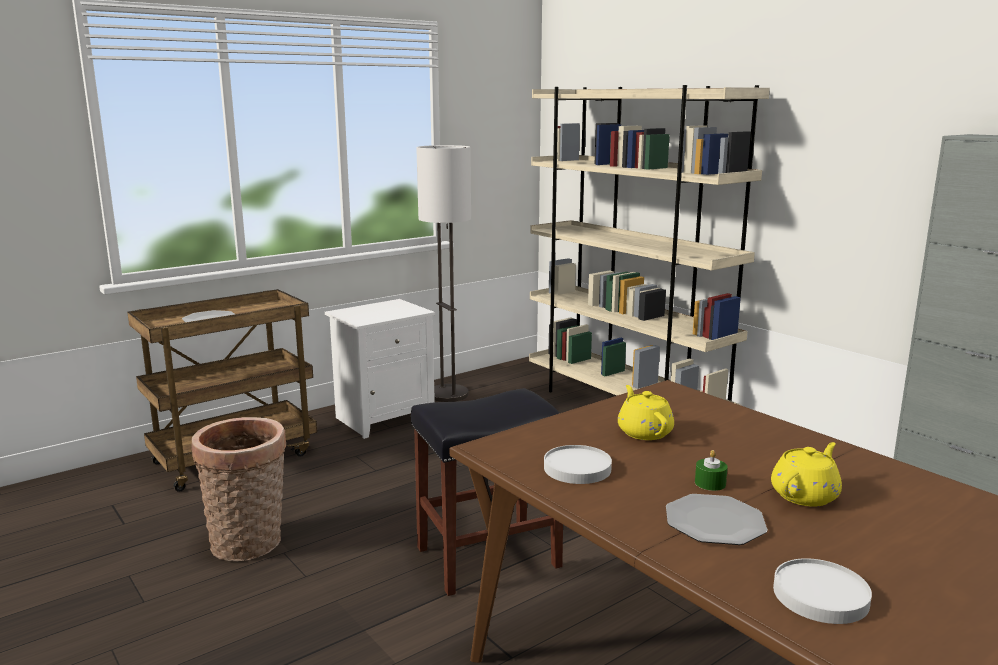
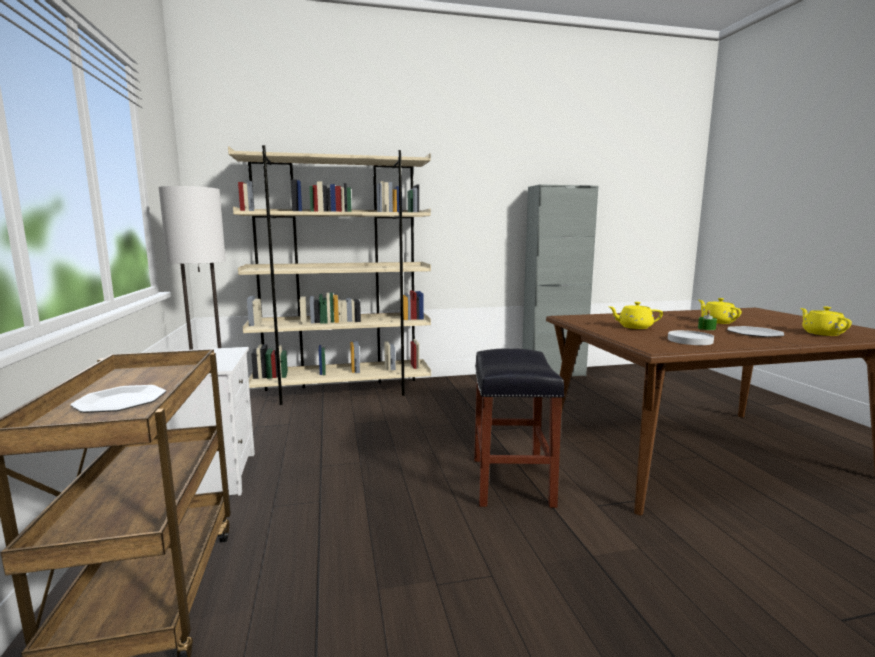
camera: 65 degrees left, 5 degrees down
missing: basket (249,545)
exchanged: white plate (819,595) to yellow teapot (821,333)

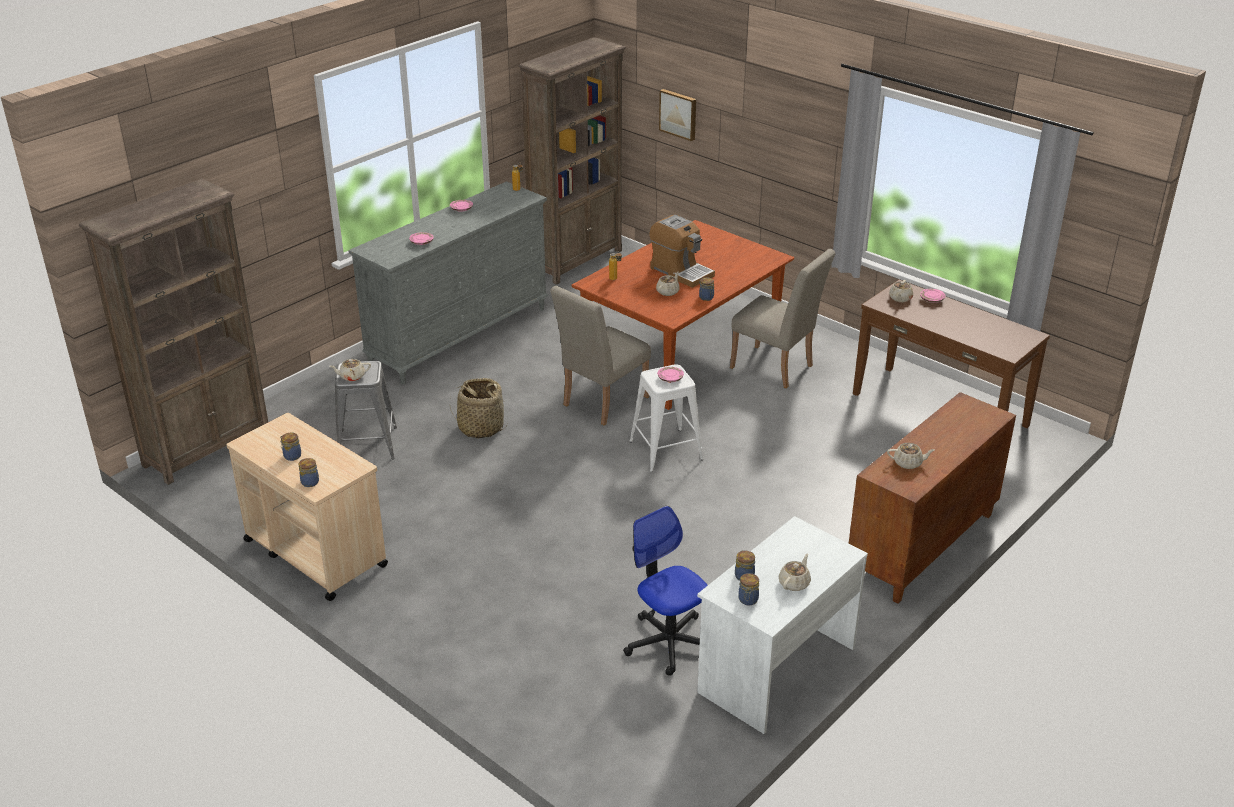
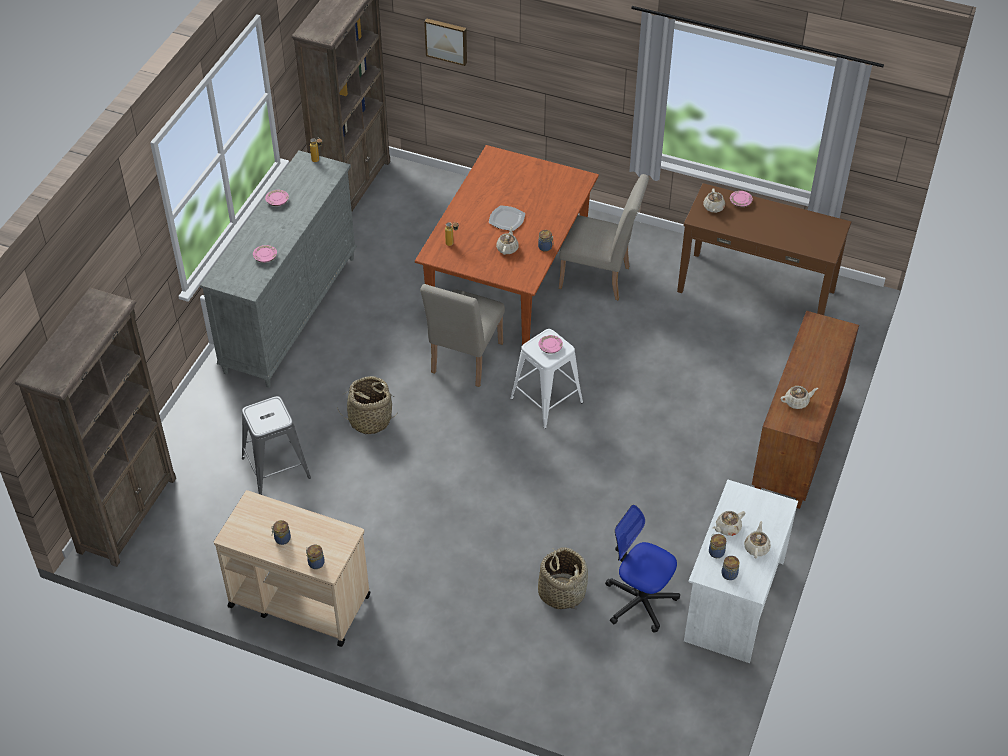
camera: 20 degrees left, 15 degrees up
appeared: basket (561,592)
relocated: beige teapot (352,376) to (727,528)
exchanged: coffee machine (681,272) to plate (506,219)

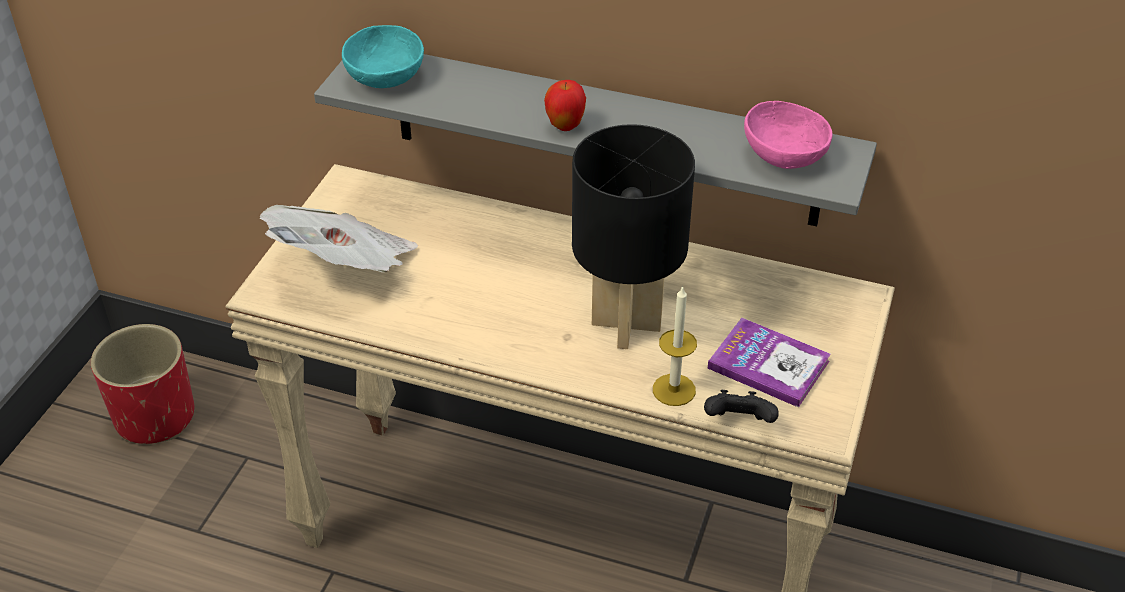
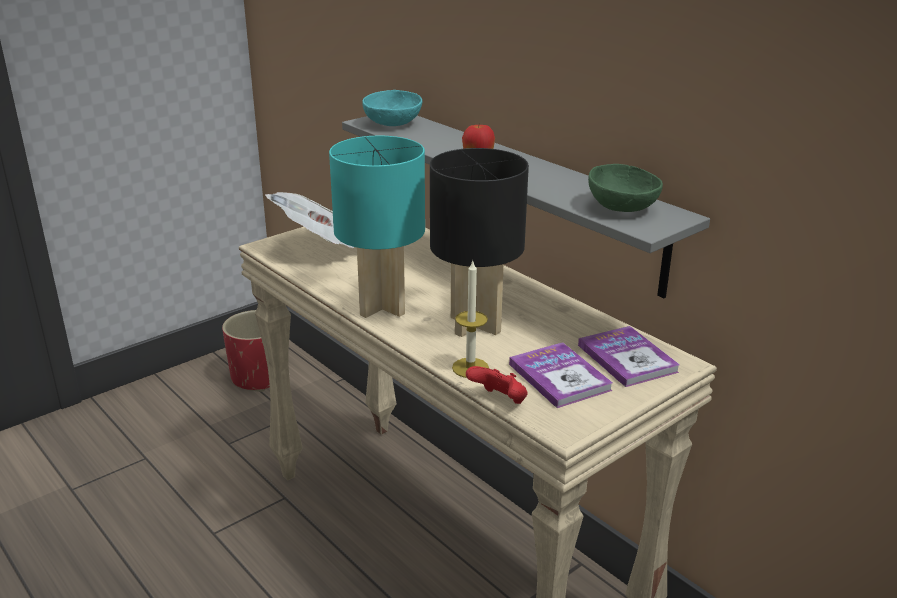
camera: 30 degrees right, 15 degrees down
appeared: turquoise table lamp (383,307); book (627,358)
colour: black game controller (739,422) to red game controller (499,401); pink bowl (785,155) to green bowl (623,207)

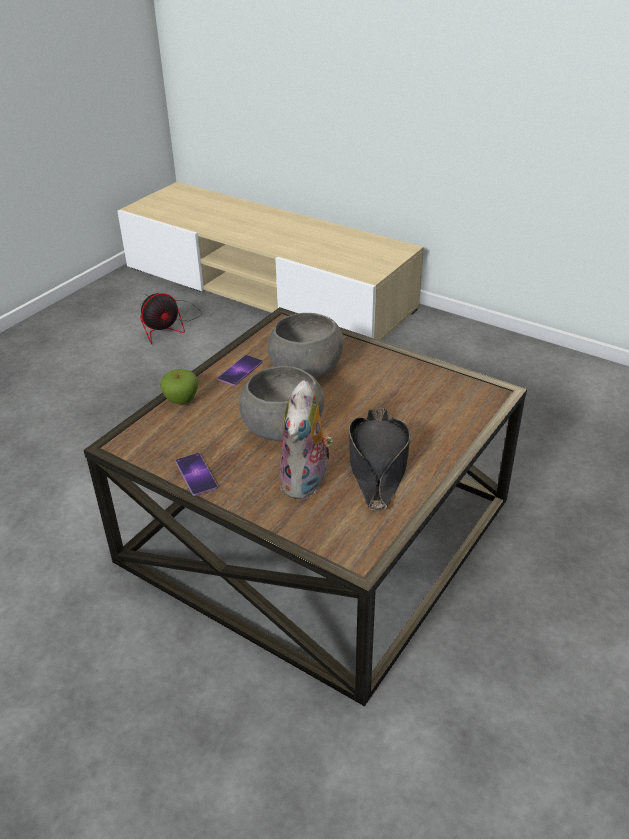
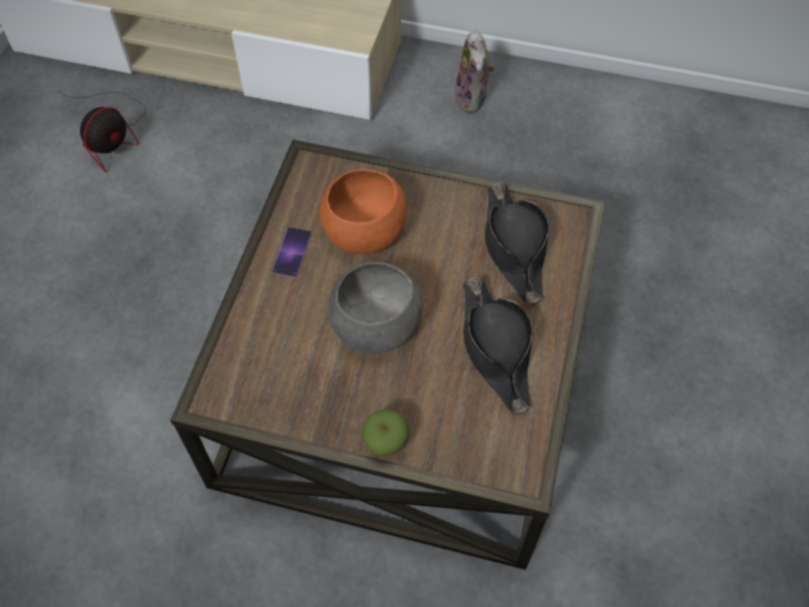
camera: 20 degrees left, 20 degrees up
missing: phone (196,474)
appeared: black hat (514,248)
relocated: apple (181,401) to (385,443); plush toy (306,483) to (473,99)
colour: grey bowl (305,368) to orange bowl (363,230)

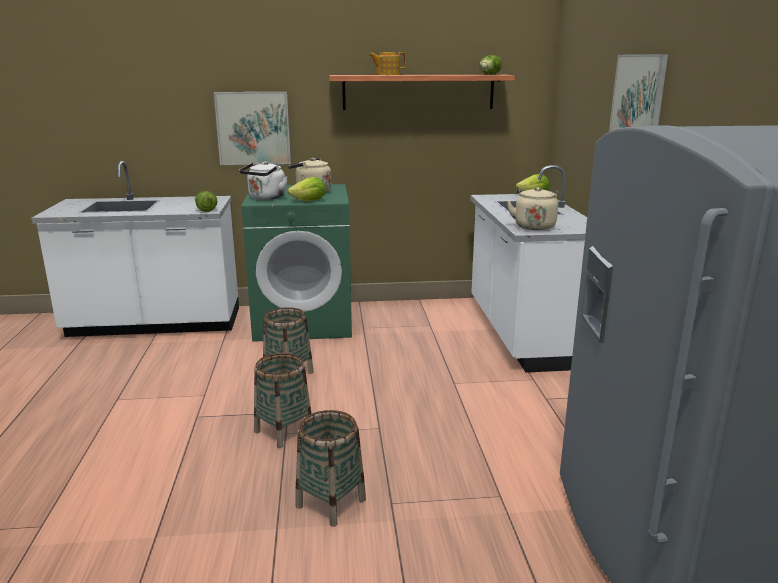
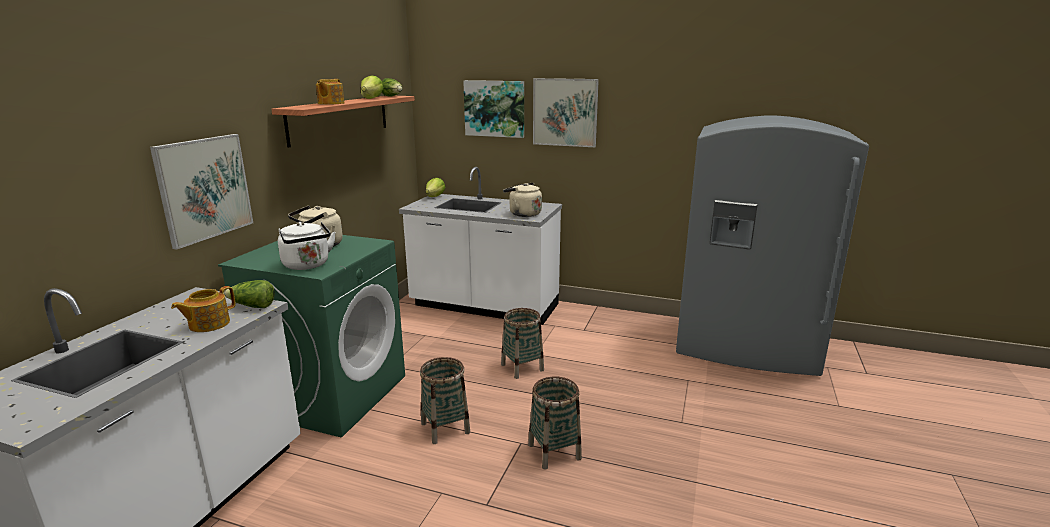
camera: 65 degrees left, 0 degrees up
appeared: teapot (208,324); picture (494,108)
relocated: lettuce (309,201) to (372,98); basket (331,503) to (522,367)

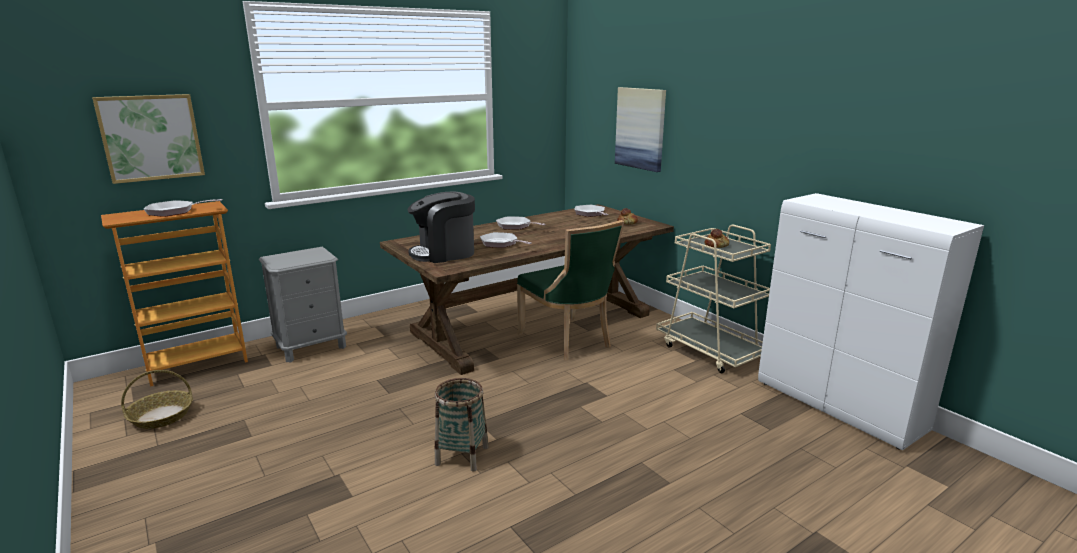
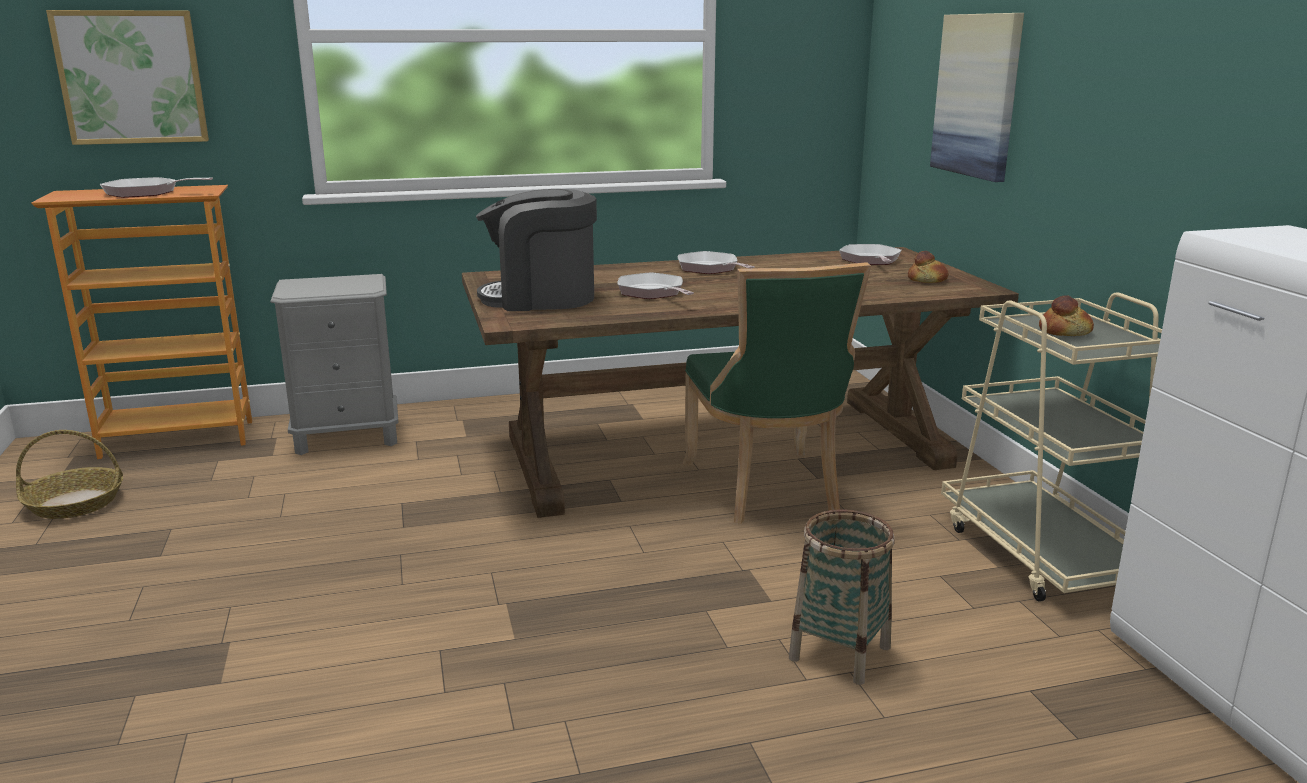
camera: 20 degrees right, 0 degrees up
relocated: basket (462,455) to (839,652)

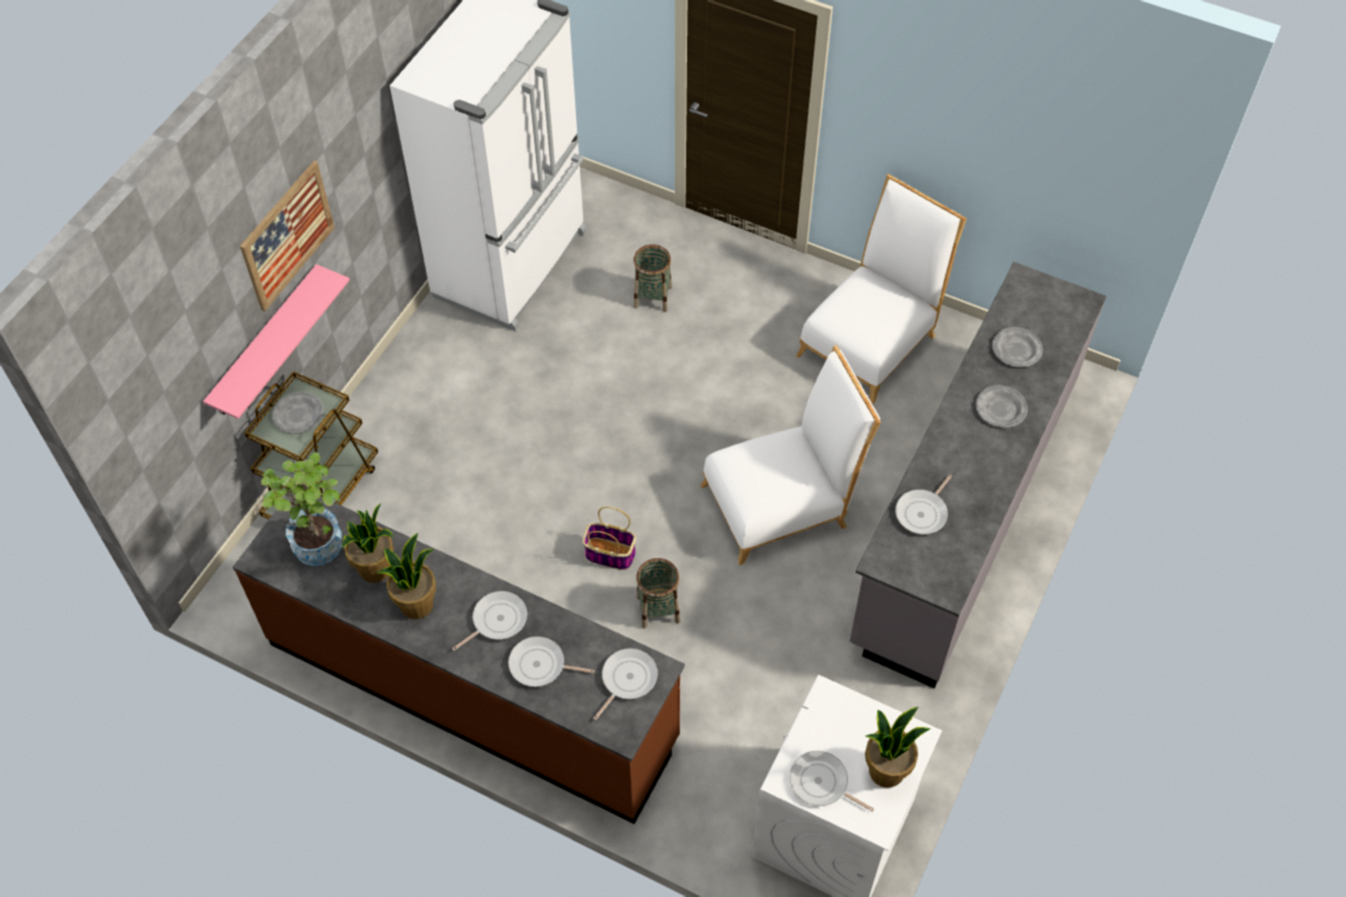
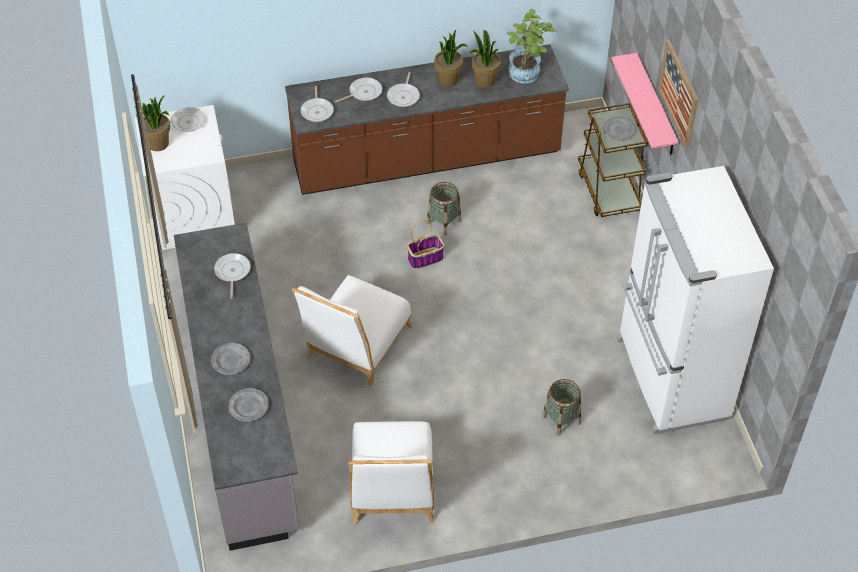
camera: 140 degrees right, 5 degrees down
relocated: basket (658,609) to (444,222)

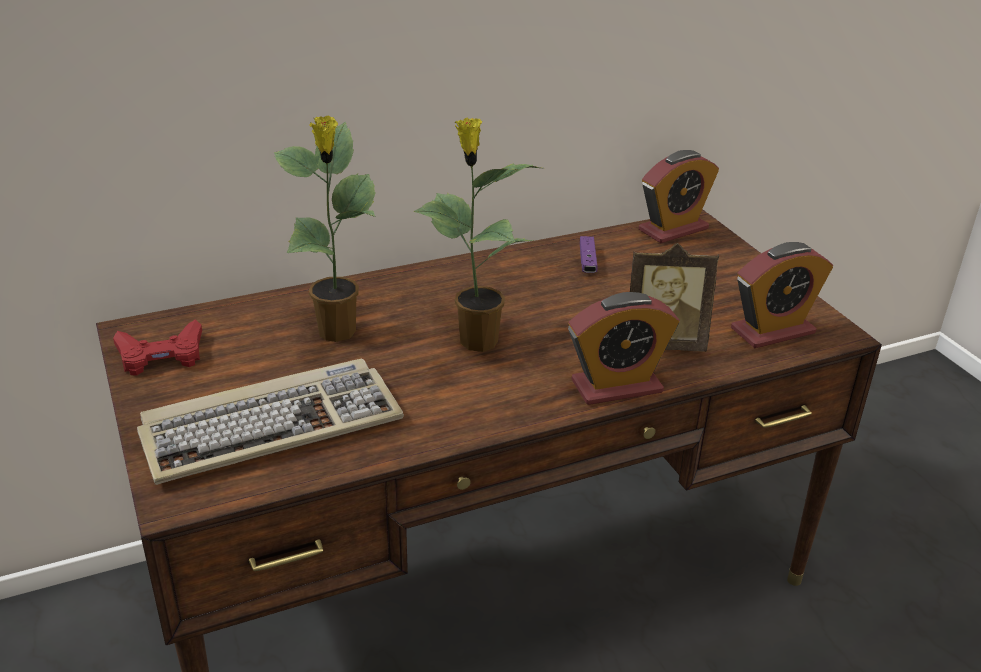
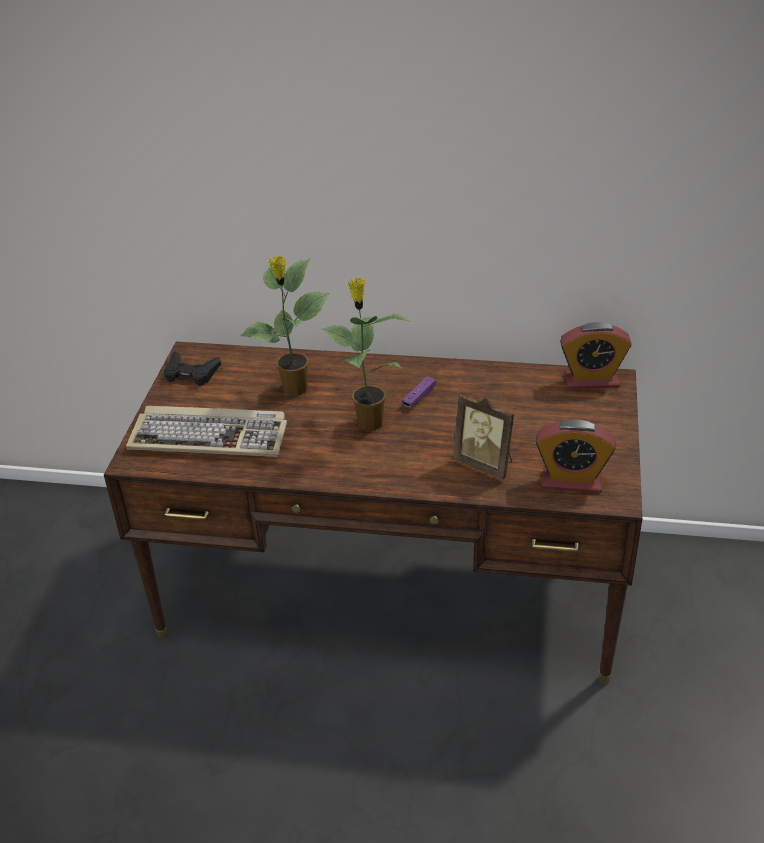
camera: 35 degrees right, 5 degrees up
missing: alarm clock (616,386)
relocated: purple game controller (587,261) to (419,397)
colour: red game controller (161,355) to black game controller (191,373)

